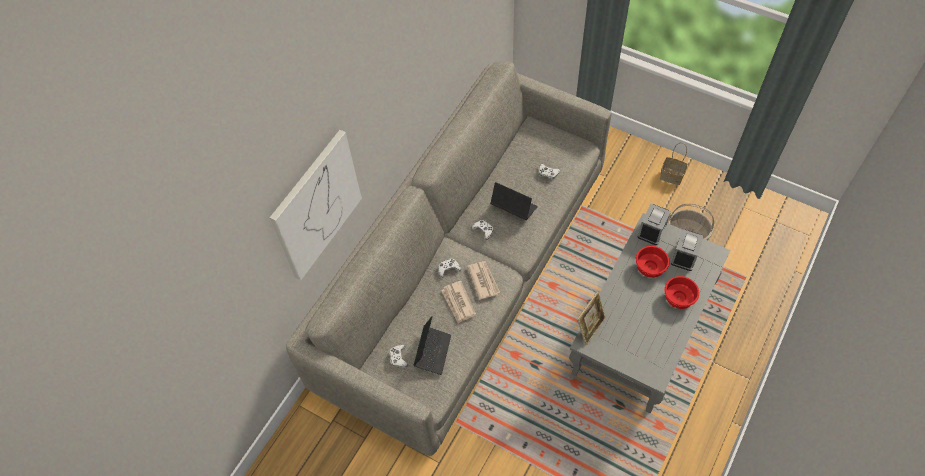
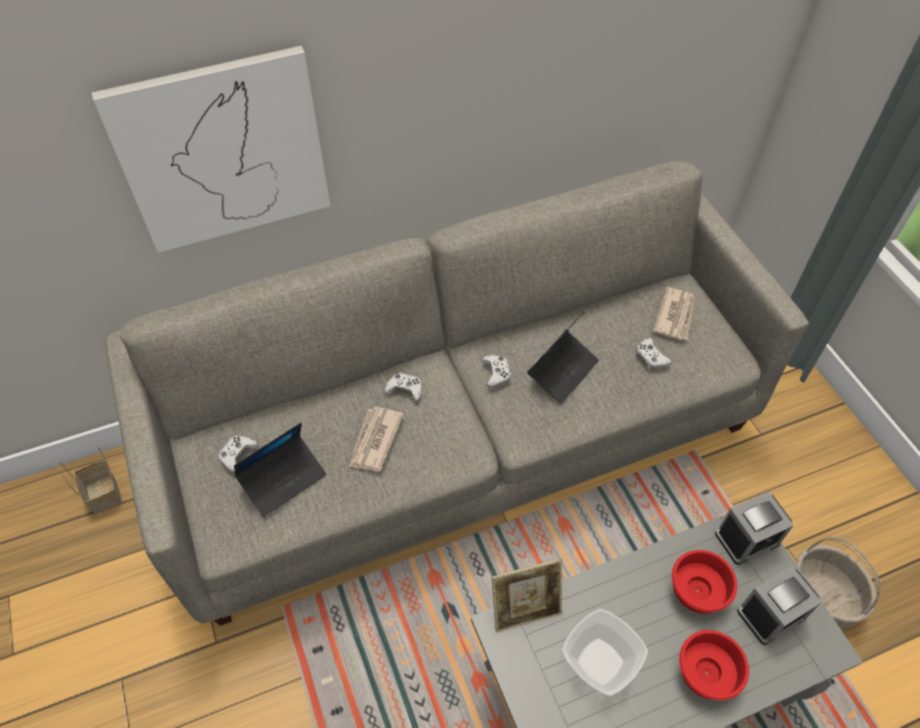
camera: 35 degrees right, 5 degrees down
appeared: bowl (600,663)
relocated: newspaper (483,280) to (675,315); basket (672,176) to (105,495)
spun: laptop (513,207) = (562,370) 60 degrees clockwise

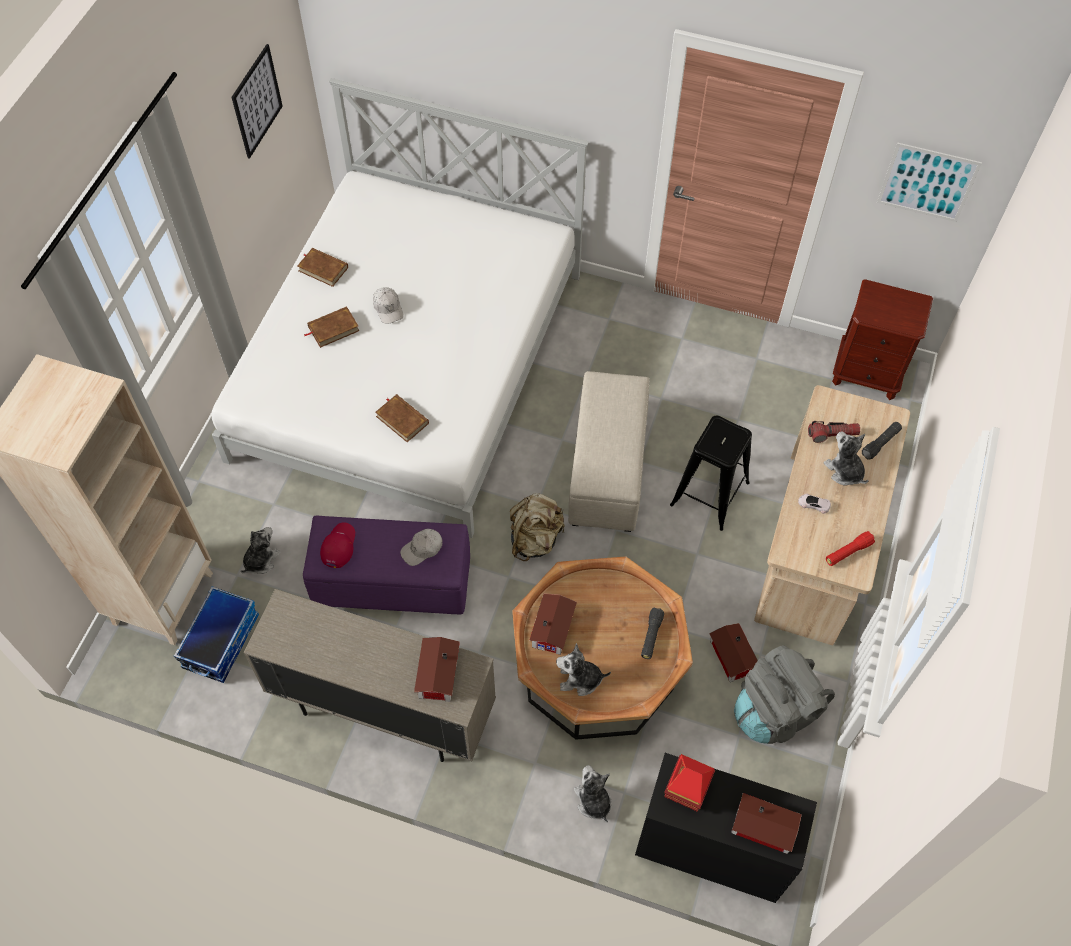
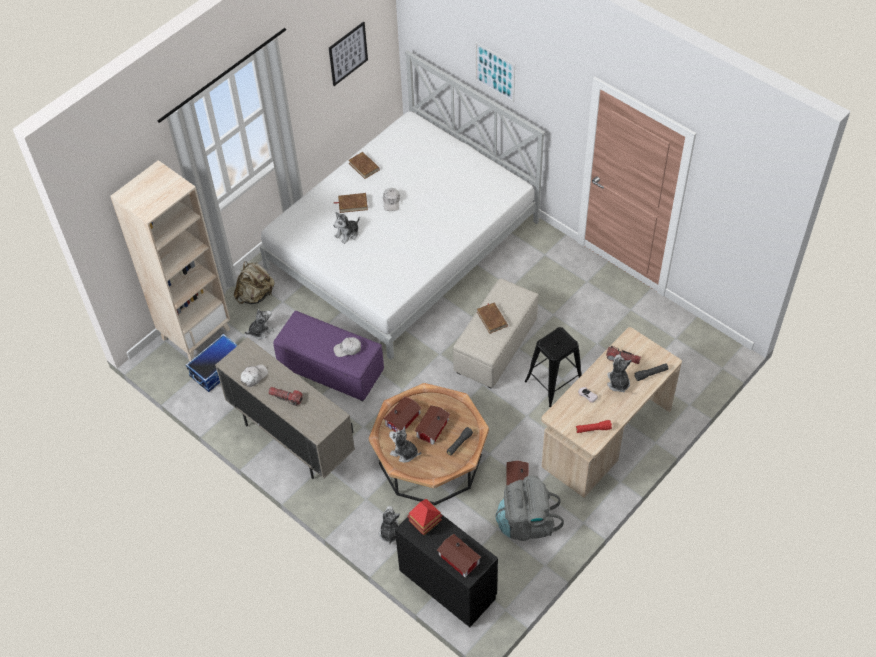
camera: 25 degrees right, 5 degrees down
missing: red cap (338,546); brown nightstand (867,374)
appeared: white cap (254,377); flashlight (286,397); plush toy (347,234)
relocated: brown book (402,419) to (492,319); toy house (436,675) to (431,429); beige backpack (535,539) to (255,295); picture (927,182) to (495,72)

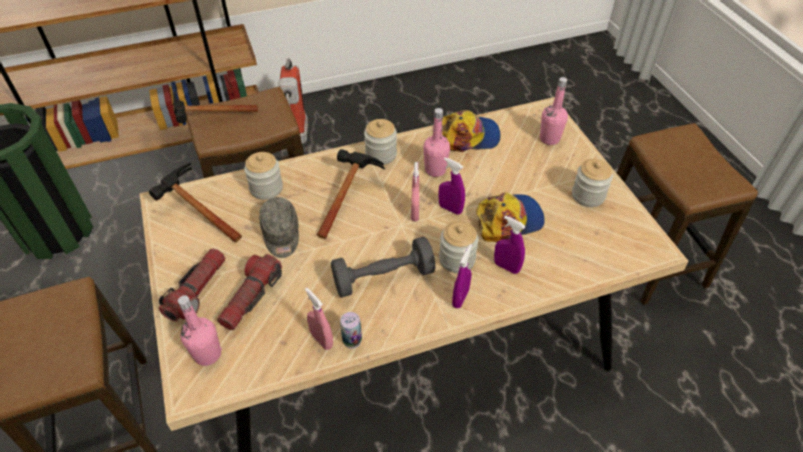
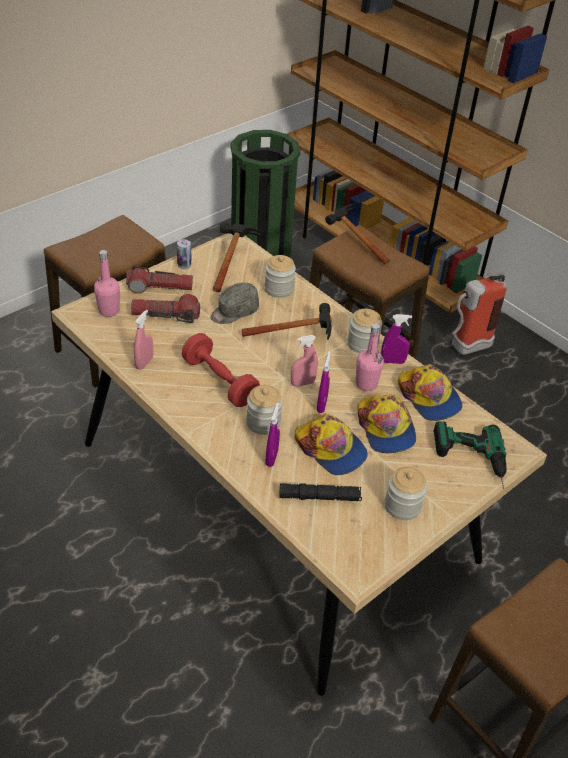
camera: 65 degrees right, 5 degrees down
appeared: black flashlight (319,497); cap (385,428)
relocated: can (352,340) to (184,265); purple spray bottle (460,298) to (392,361)
exchanged: pink bottle (549,139) to power drill (471,461)
colour: grey dumbbell (383,278) to red dumbbell (220,381)

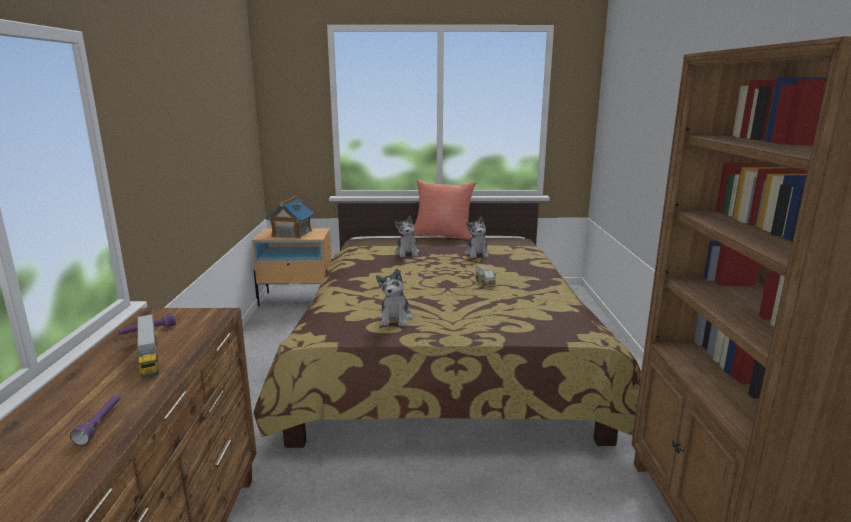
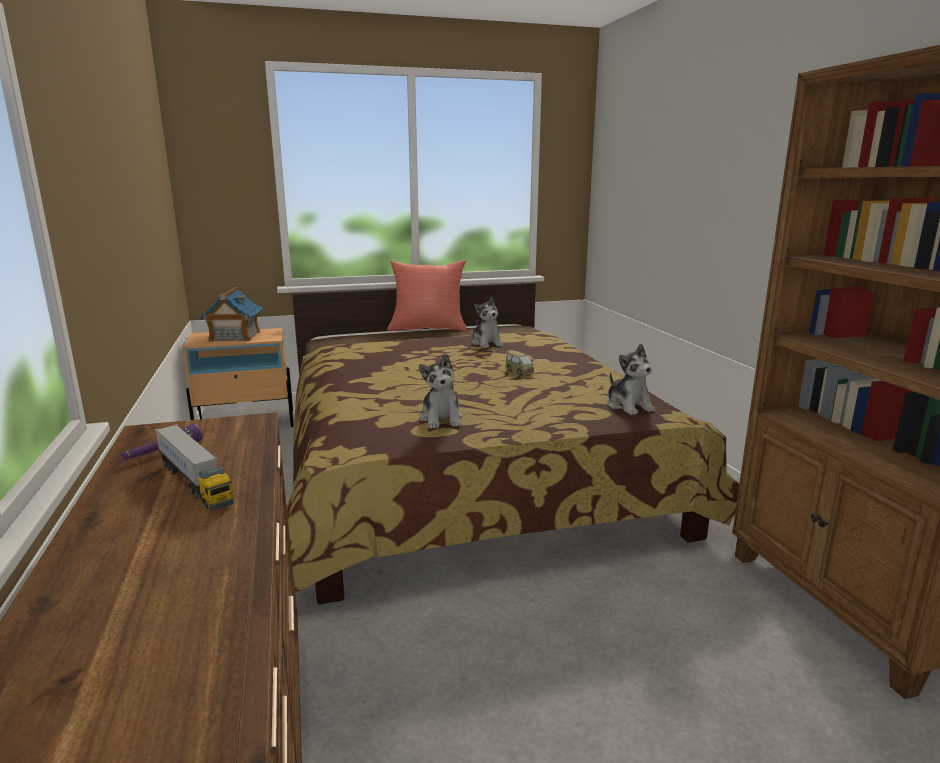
camera: 15 degrees left, 0 degrees up
missing: purple flashlight (101,423)
relocated: plush toy (407,253) to (628,406)

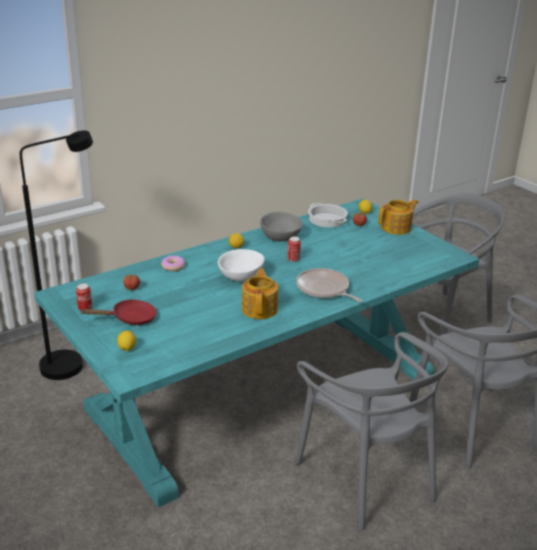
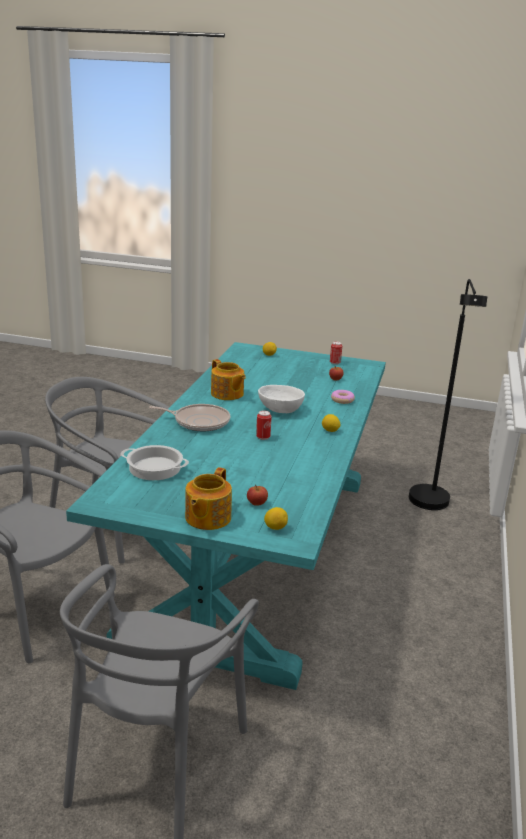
camera: 140 degrees right, 5 degrees down
missing: red frying pan (130,319); grey bowl (279,237)
relocated: cooking pot (326,219) to (155,468)

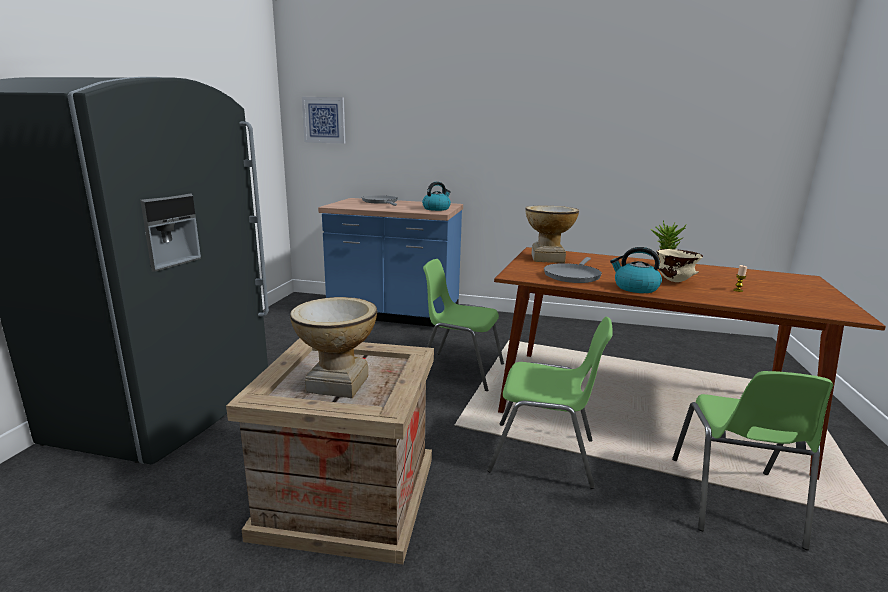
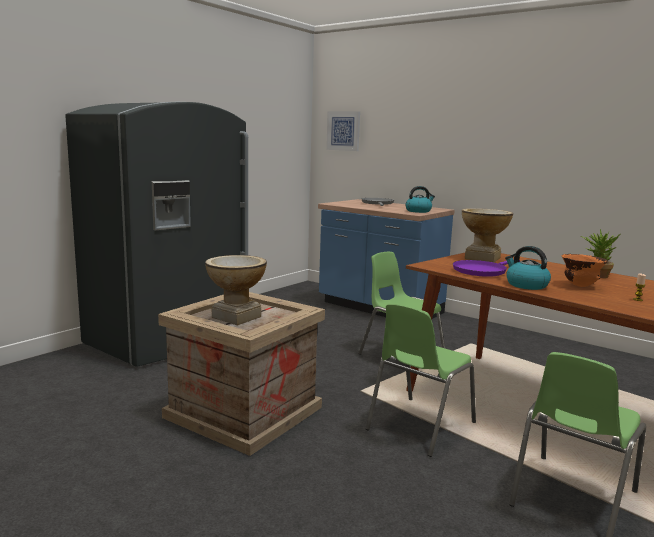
camera: 25 degrees right, 5 degrees down
colour: grey frying pan (572,275) to purple frying pan (481,271); beige bowl (674,281) to orange bowl (580,286)
spun: green chair (544,455) = (418,426) 90 degrees clockwise

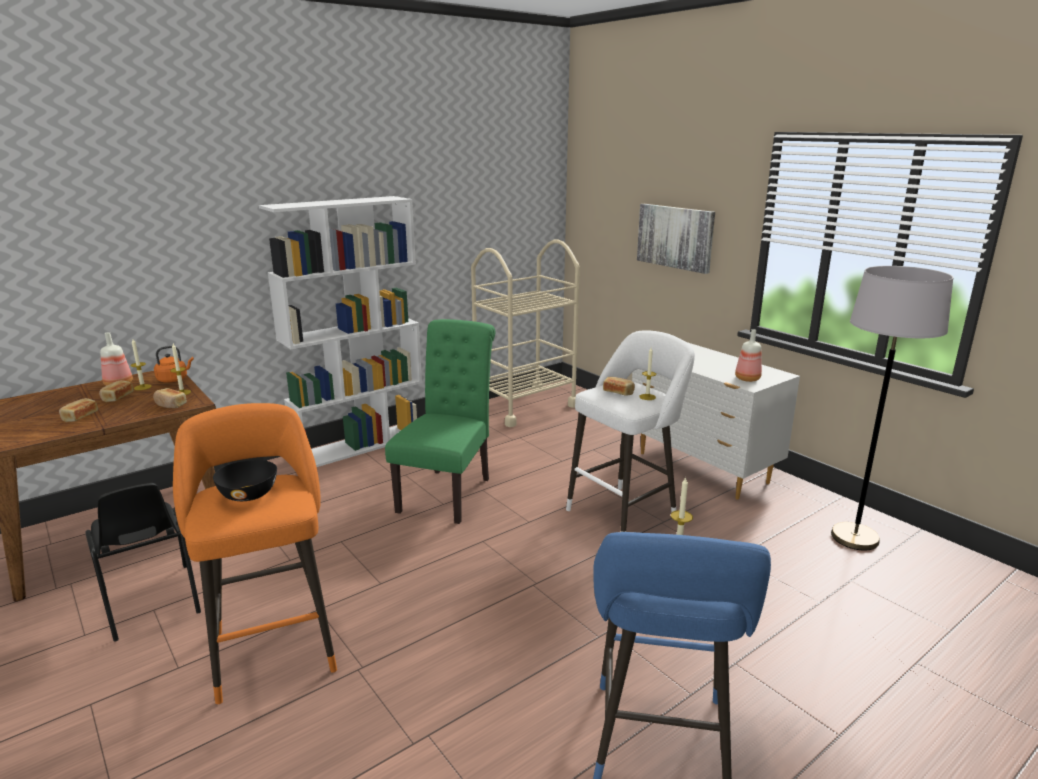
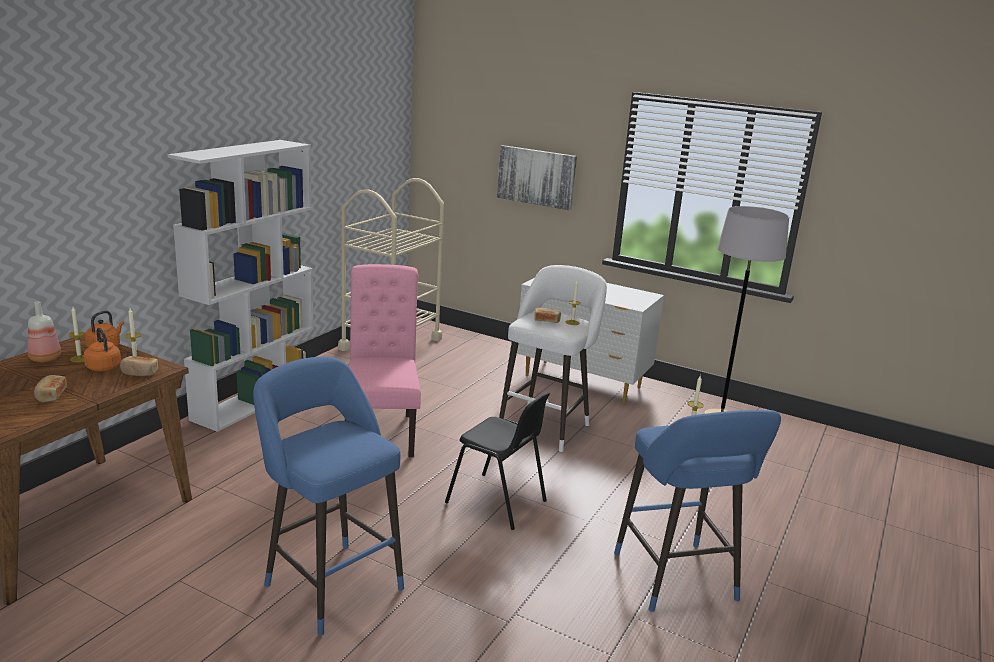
camera: 25 degrees left, 0 degrees up
missing: bread (117,397); black bowl (249,494); bottle (746,379)
appeared: orange kettle (103,367)
relocated: black chair (151,602) to (497,502)
colour: orange stool (273,645) to blue stool (329,583); green chair (448,492) to pink chair (381,431)

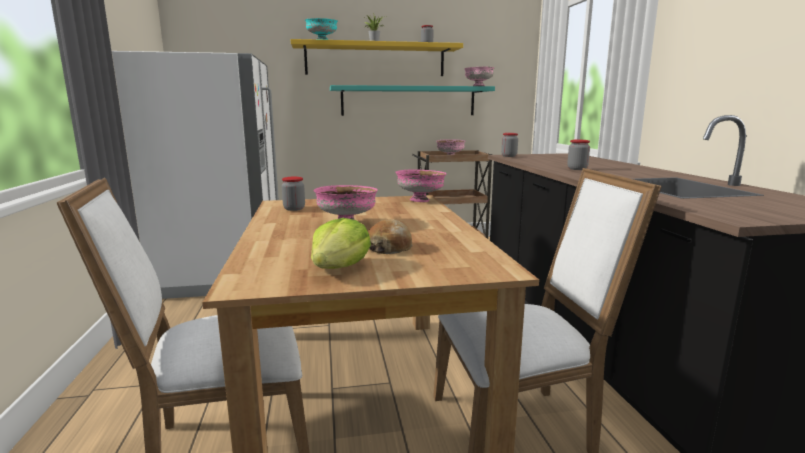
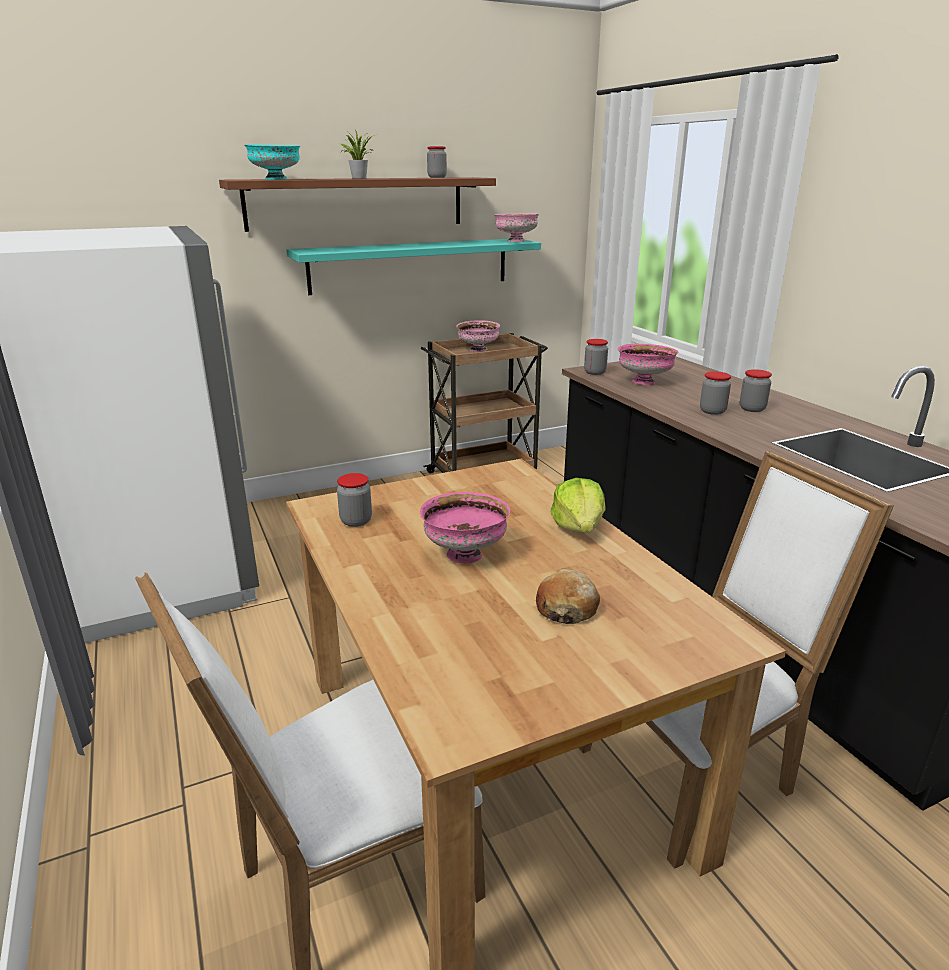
camera: 15 degrees left, 10 degrees up
appeared: jar (752,409)
relocated: lettuce (339,268) to (579,527); pink bowl (420,200) to (643,382)
colour: yellow shelf (375,60) to brown shelf (357,203)

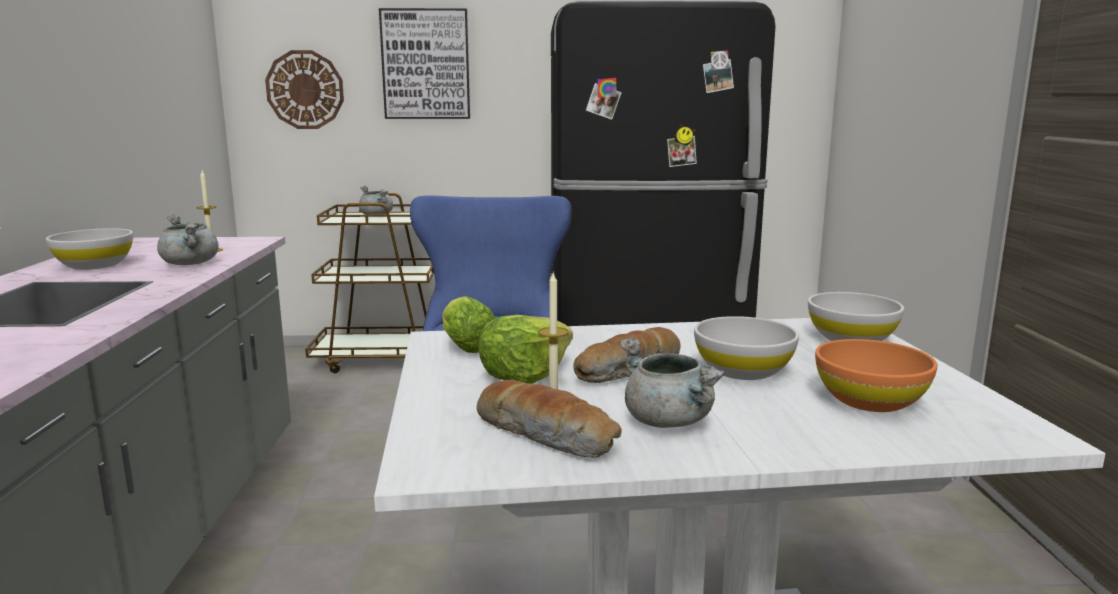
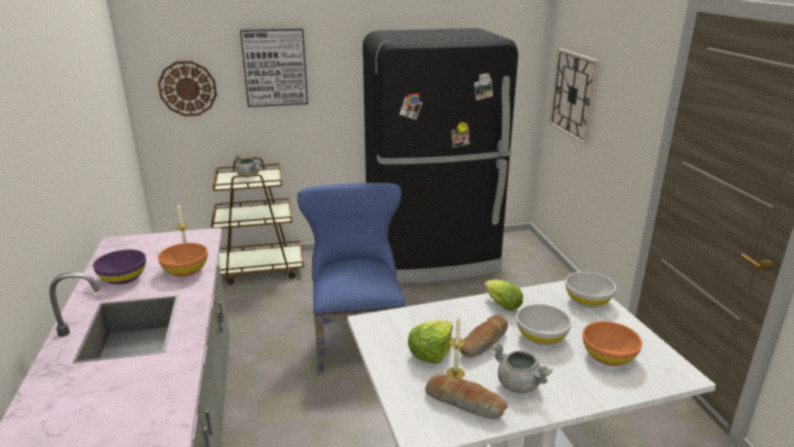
camera: 10 degrees left, 10 degrees up
appeared: wall clock (574,95)
relocated: lettuce (465,346) to (500,304)
exchanged: grey cooking pot (190,264) to orange bowl (186,270)
colour: white bowl (95,265) to purple bowl (123,278)

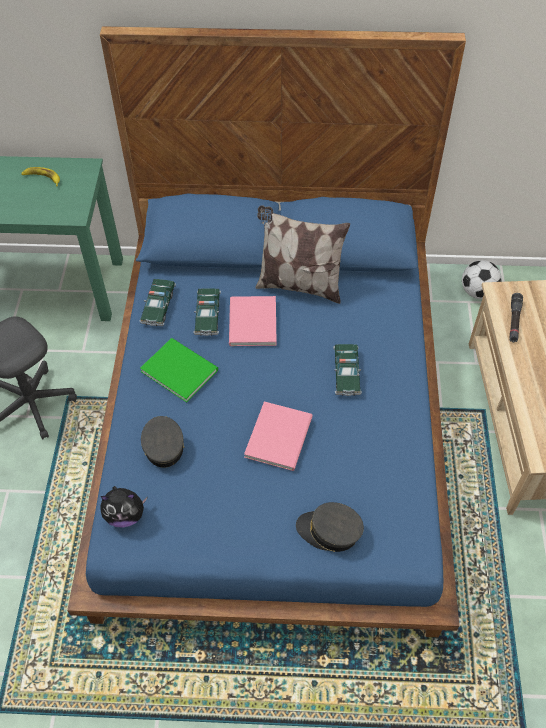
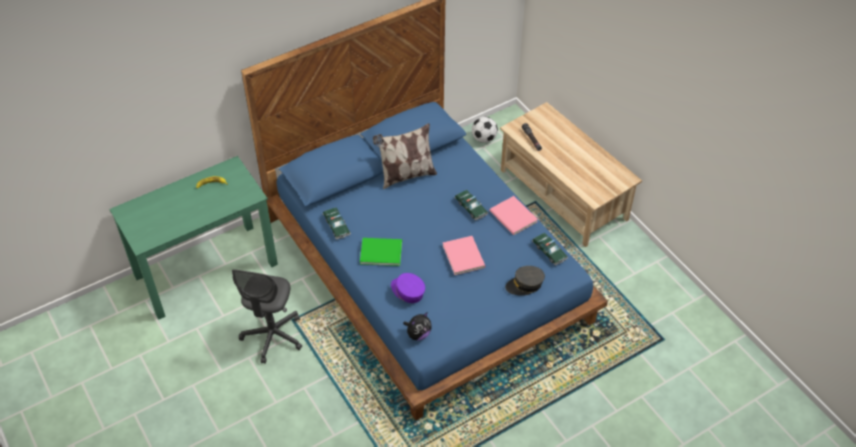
camera: 35 degrees left, 5 degrees down
relocated: toy car (208,316) to (549,251); pink book (251,324) to (513,218)
colour: grey cap (163,444) to purple cap (407,291)

